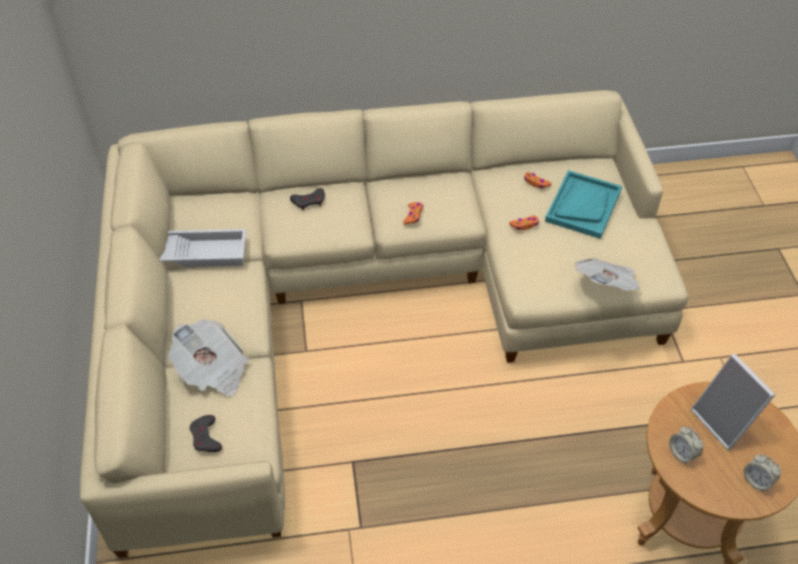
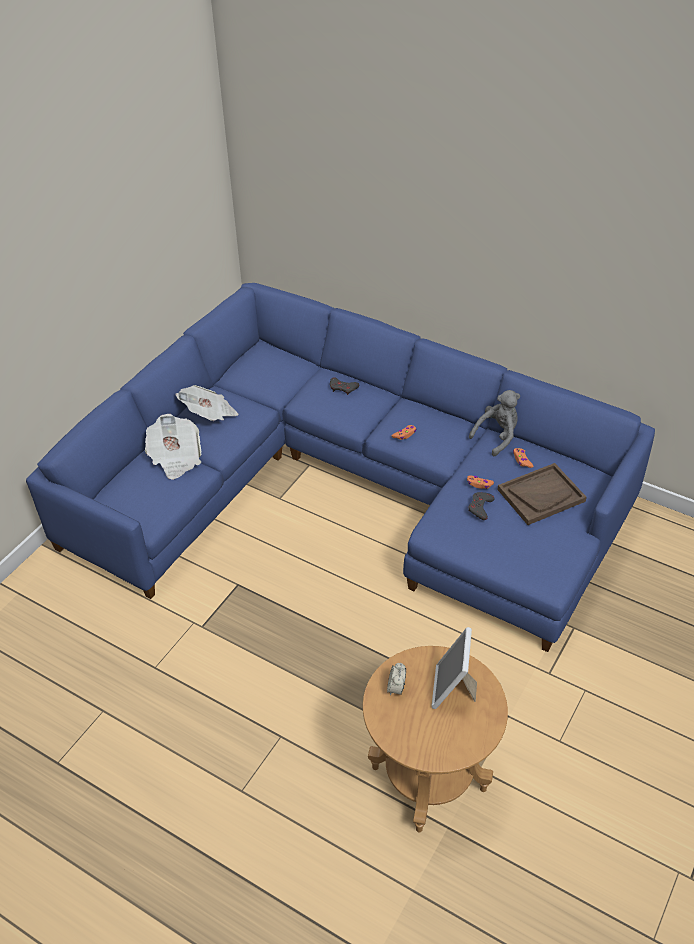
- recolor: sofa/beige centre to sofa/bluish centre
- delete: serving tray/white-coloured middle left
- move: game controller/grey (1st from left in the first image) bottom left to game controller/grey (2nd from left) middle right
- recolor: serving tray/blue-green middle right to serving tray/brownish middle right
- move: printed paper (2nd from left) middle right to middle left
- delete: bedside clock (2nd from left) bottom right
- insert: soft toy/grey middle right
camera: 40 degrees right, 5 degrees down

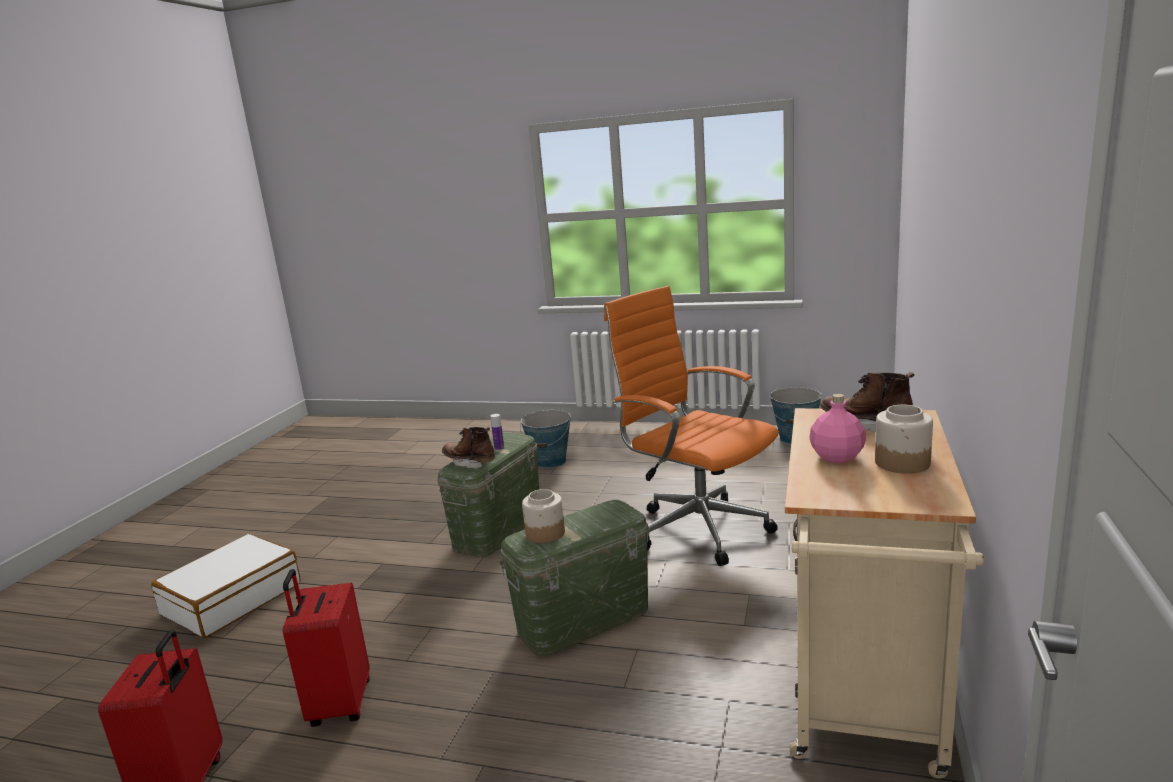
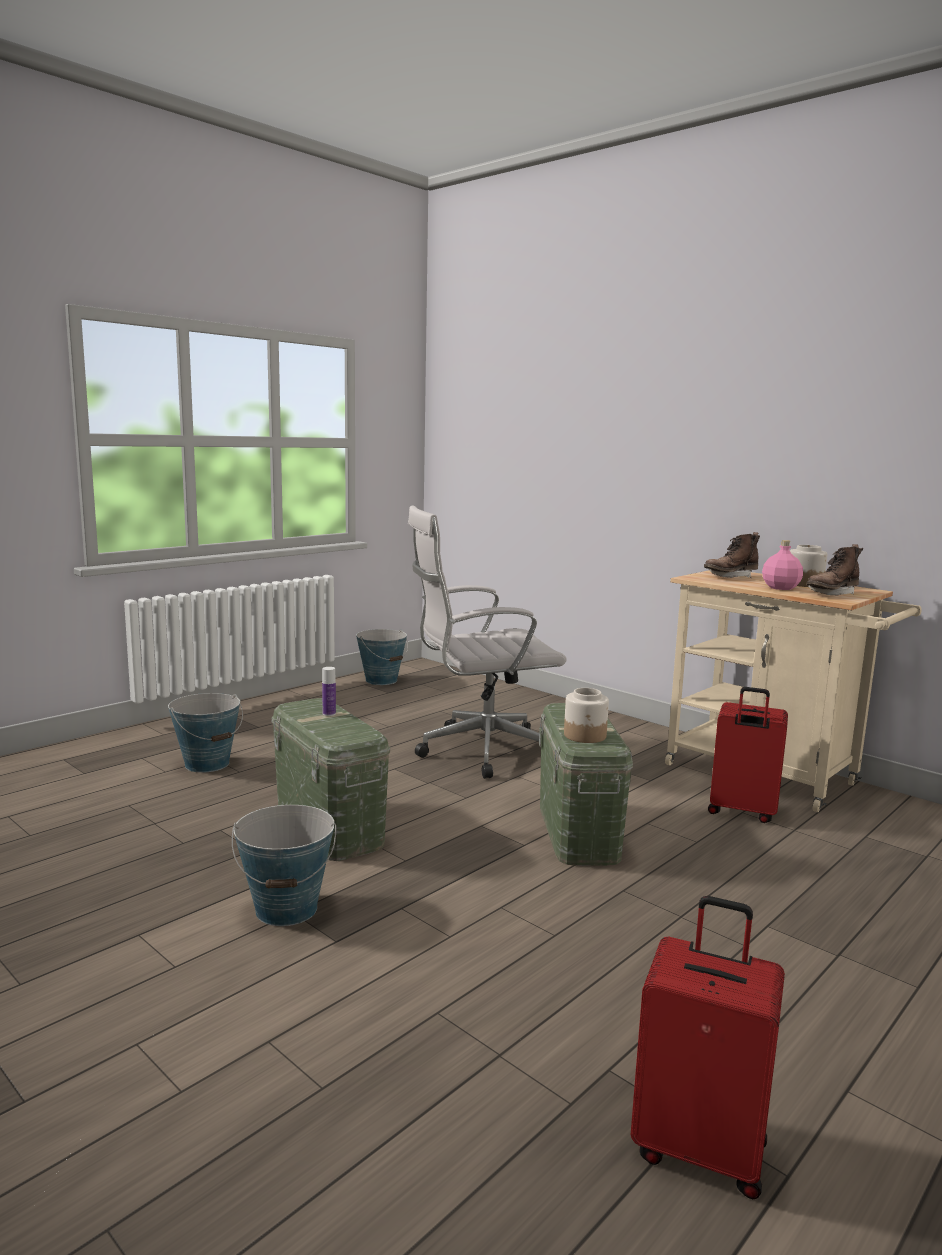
- delete: travel case/white-coloured bottom left
- move: travel case/red-coloured (2nd from left) bottom left to middle right
- move: boot/brownish (1st from left in the first image) centre to boot/brownish (2nd from left) middle right
- recolor: desk chair/orangey centre to desk chair/white-coloured centre
- insert: water bucket (2nd from left) bottom left
camera: 65 degrees left, 5 degrees down

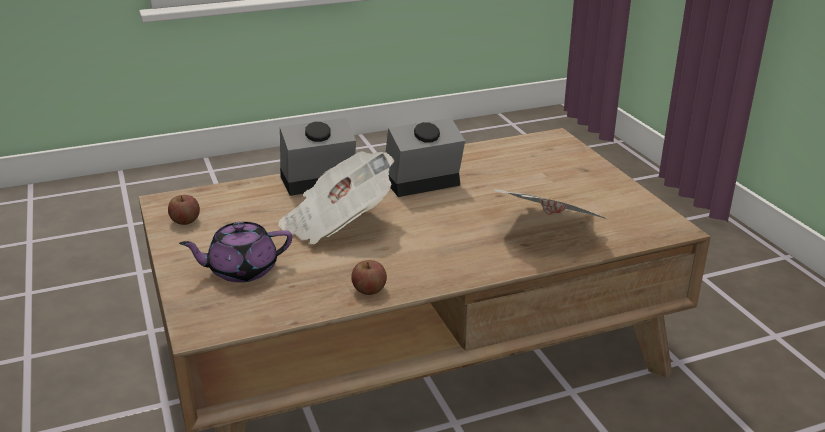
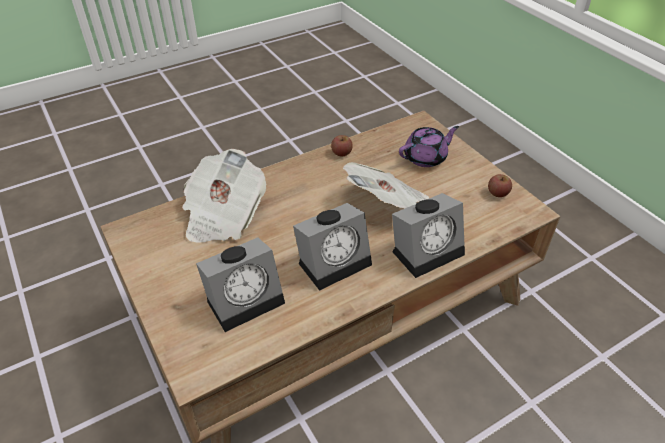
- insert: bedside clock (1st from left) centre
camera: 170 degrees right, 15 degrees up

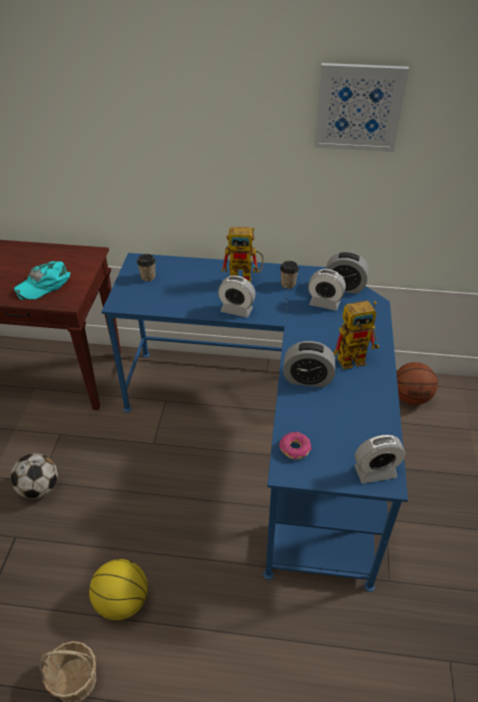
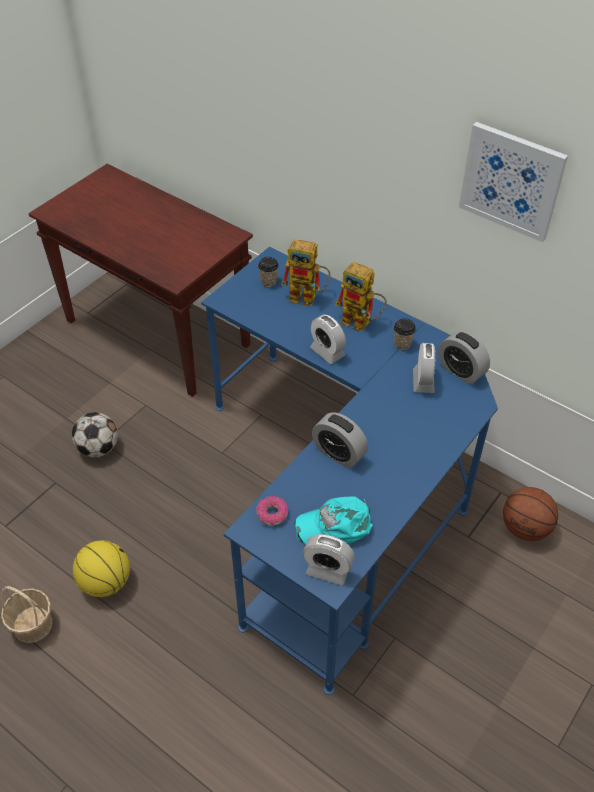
- move: cap/blue-green middle left to centre
- rotate: bedside clock (3rd from left in the first image) middle right = middle right 135 degrees counterclockwise
- move: robot figure (2nd from left in the first image) middle right to robot figure (1st from left) centre
camera: 30 degrees right, 5 degrees up

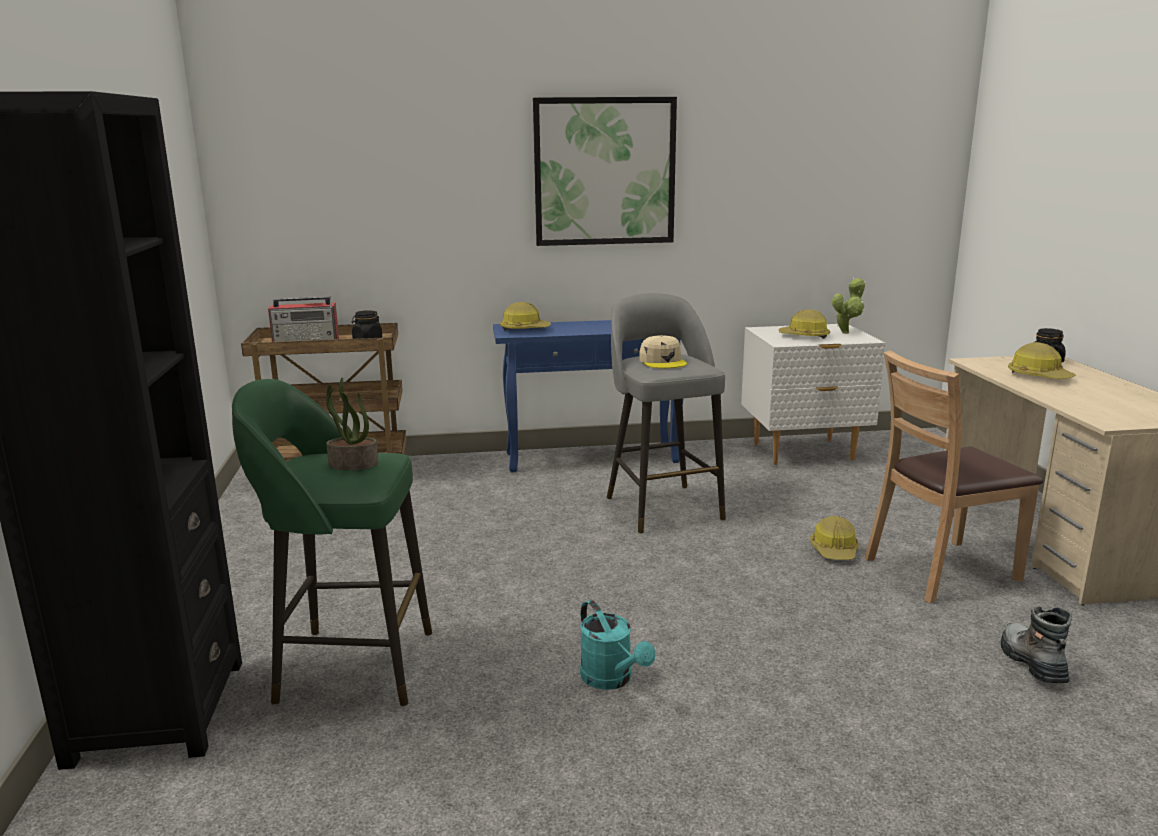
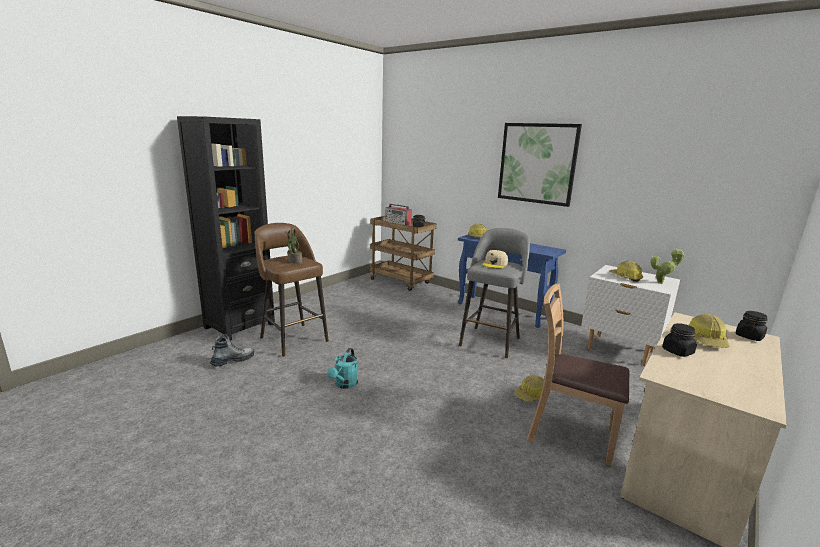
- recolor: stool seat/green middle left to stool seat/brownish centre
- move: boot bottom right to middle left
- insert: preserve jar/black (2nd from left) middle right
camera: 45 degrees right, 0 degrees up

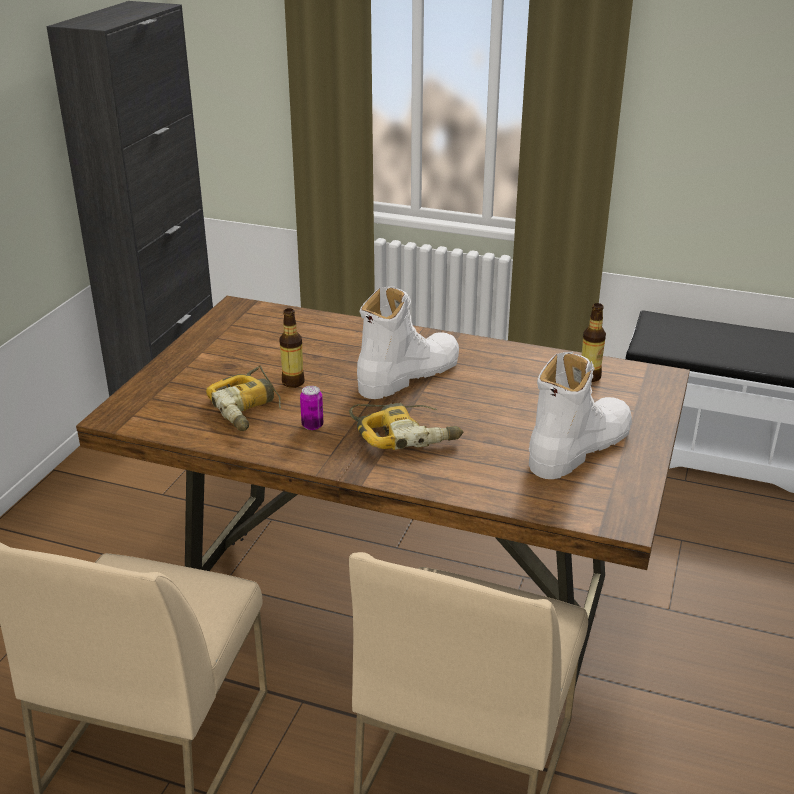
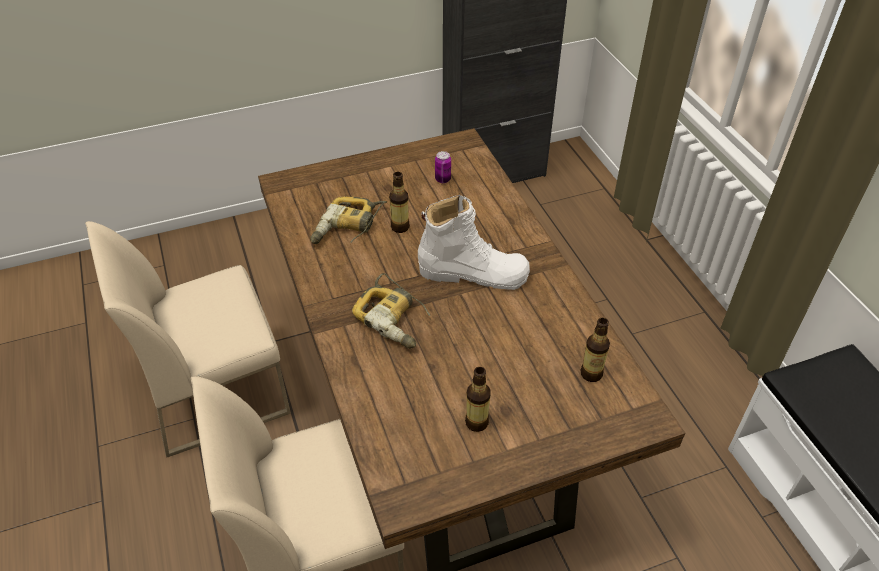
- move: can centre to top centre
- replace: boot/white-coloured (2nd from left) middle right to drink bottle (2nd from left) bottom centre
camera: 50 degrees right, 15 degrees up

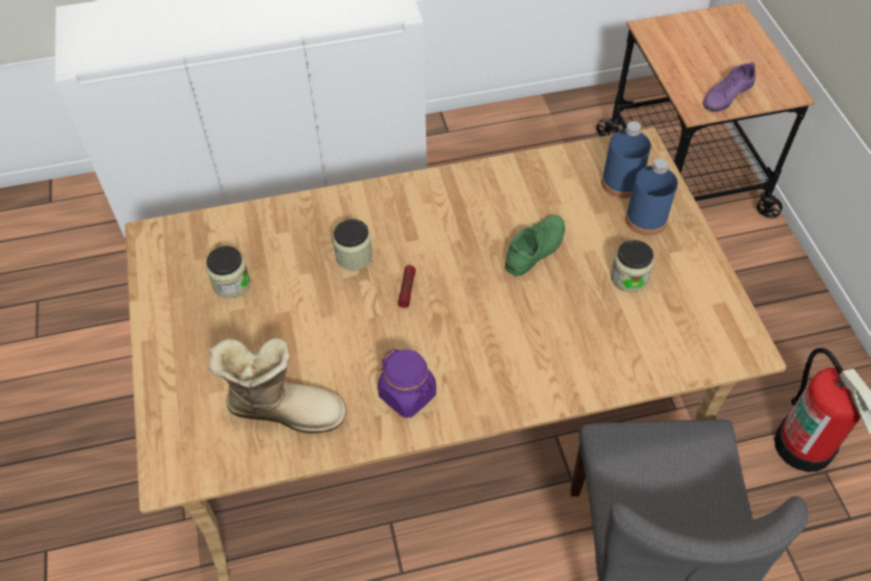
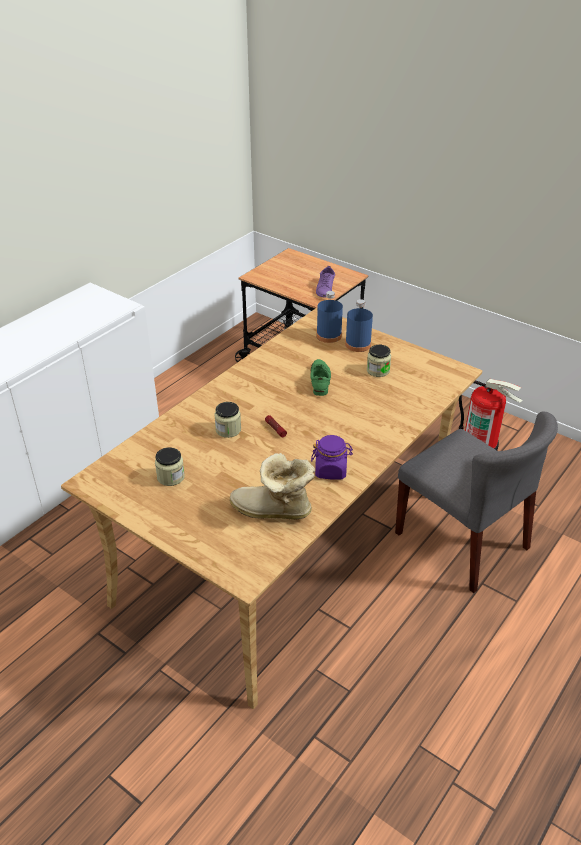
- rotate: boot middle left = centre 135 degrees counterclockwise
camera: 40 degrees left, 15 degrees down

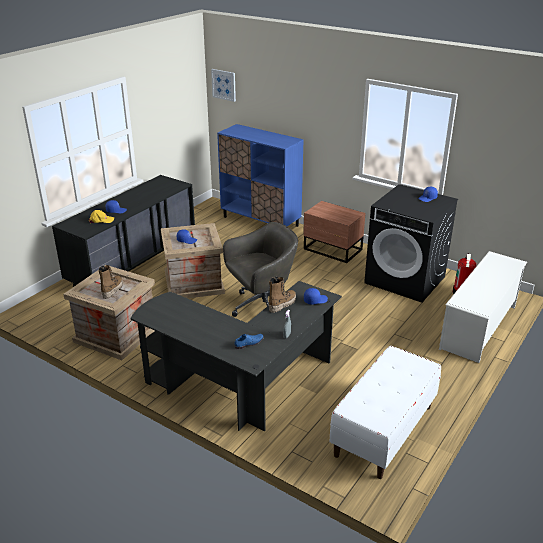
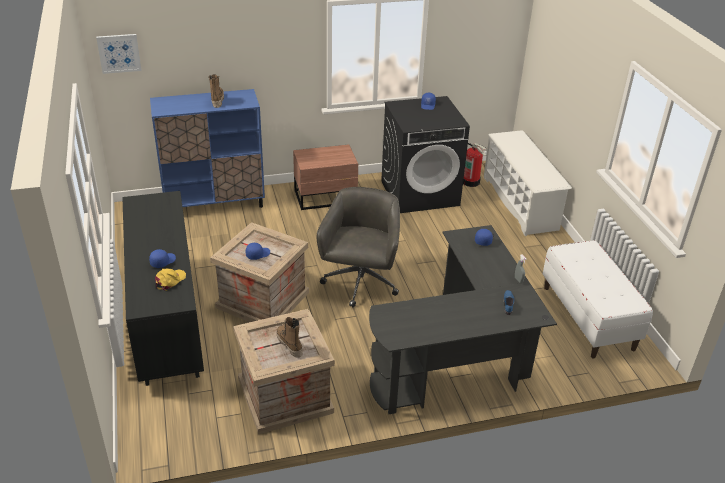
- move: boot (2nd from left in the first image) centre to boot (1st from left) top left
camera: 50 degrees left, 5 degrees up

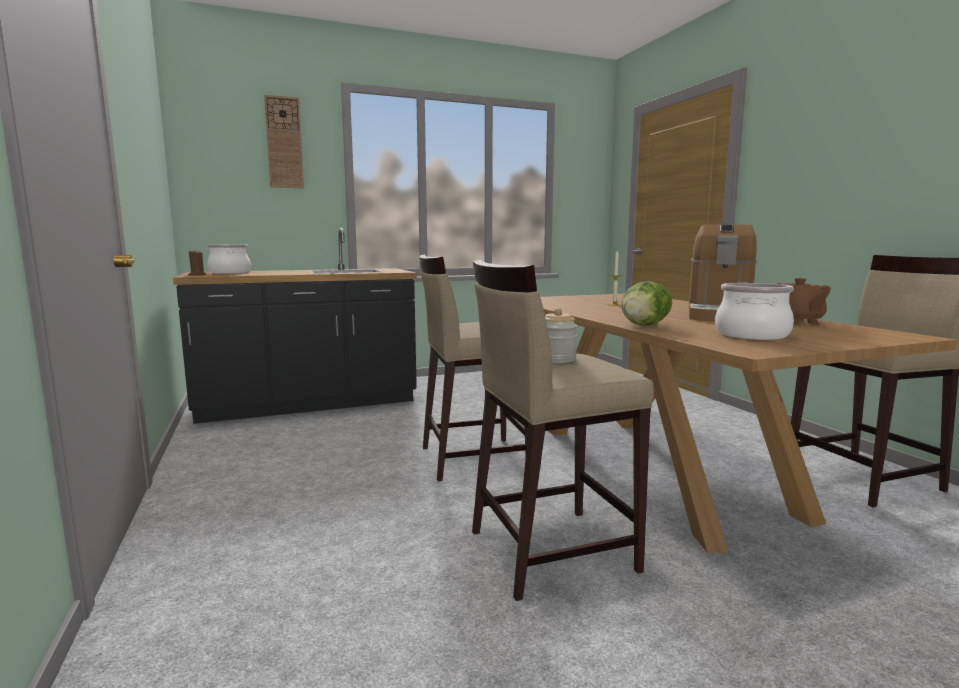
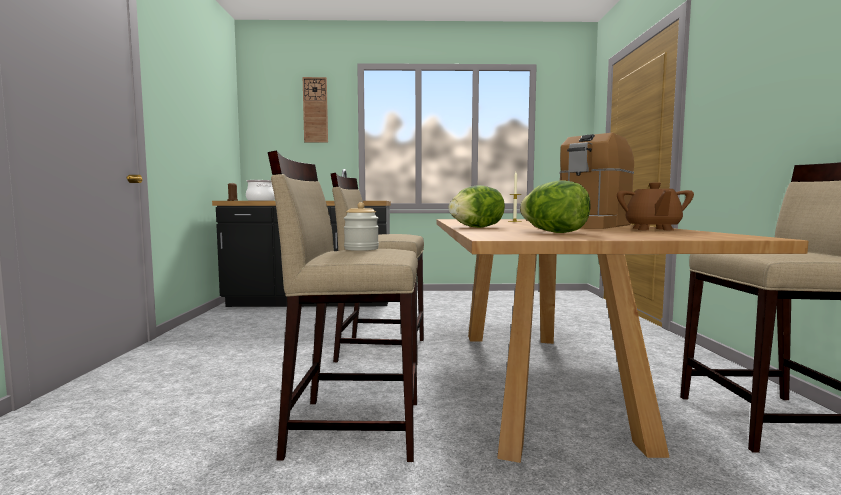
- replace: stockpot (2nd from left) middle right to lettuce head (2nd from left) centre
camera: 20 degrees right, 5 degrees down

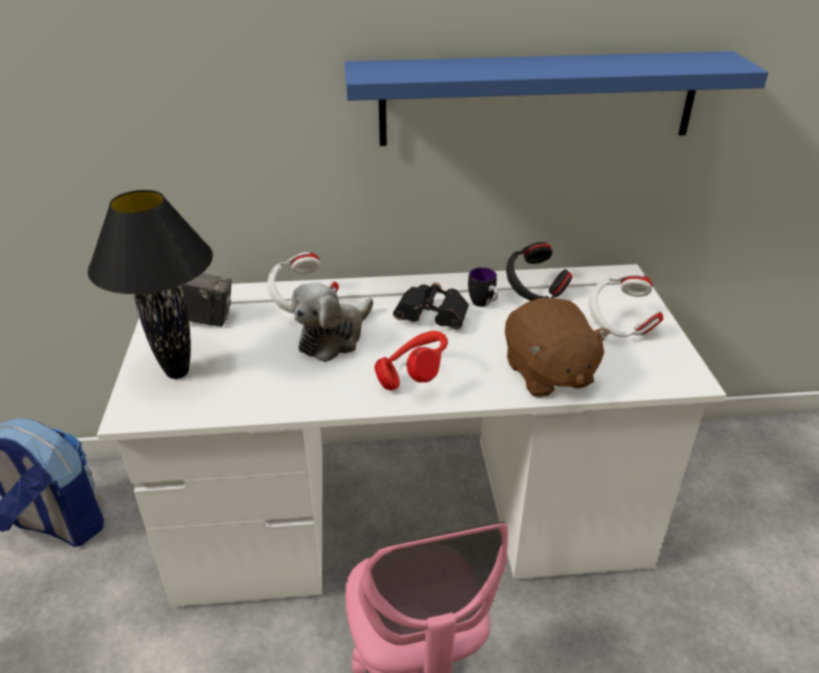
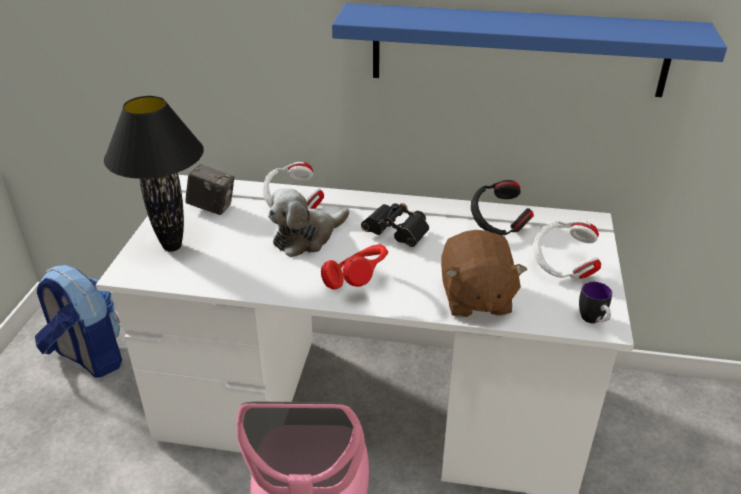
- move: tea mug centre to middle right
camera: 15 degrees right, 0 degrees up

